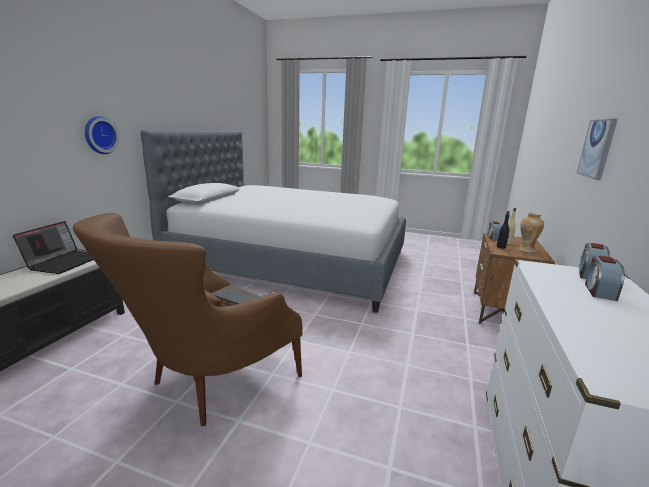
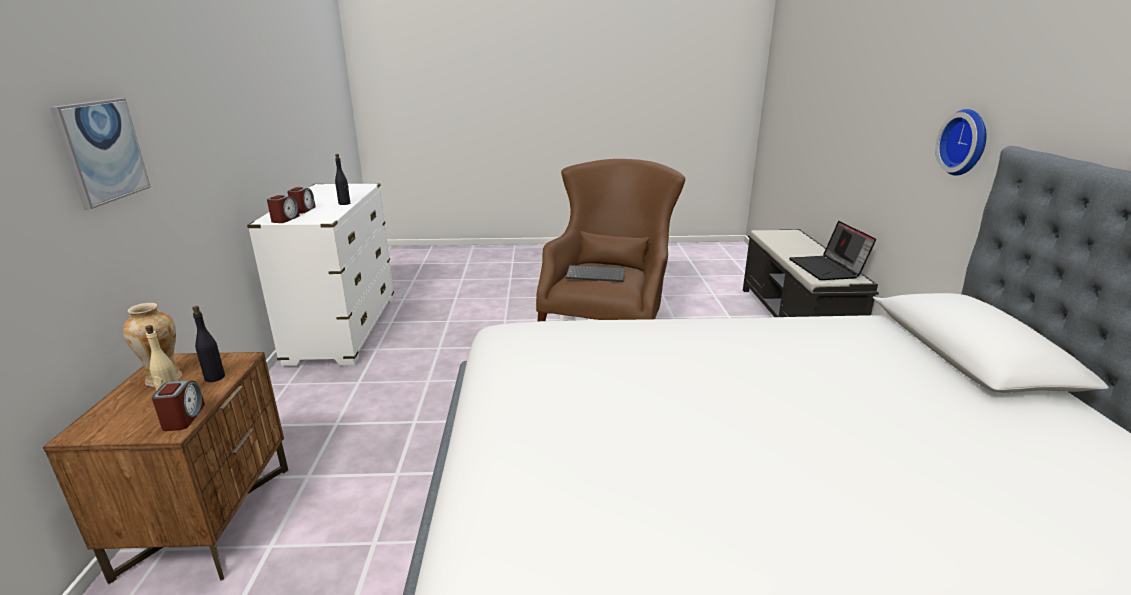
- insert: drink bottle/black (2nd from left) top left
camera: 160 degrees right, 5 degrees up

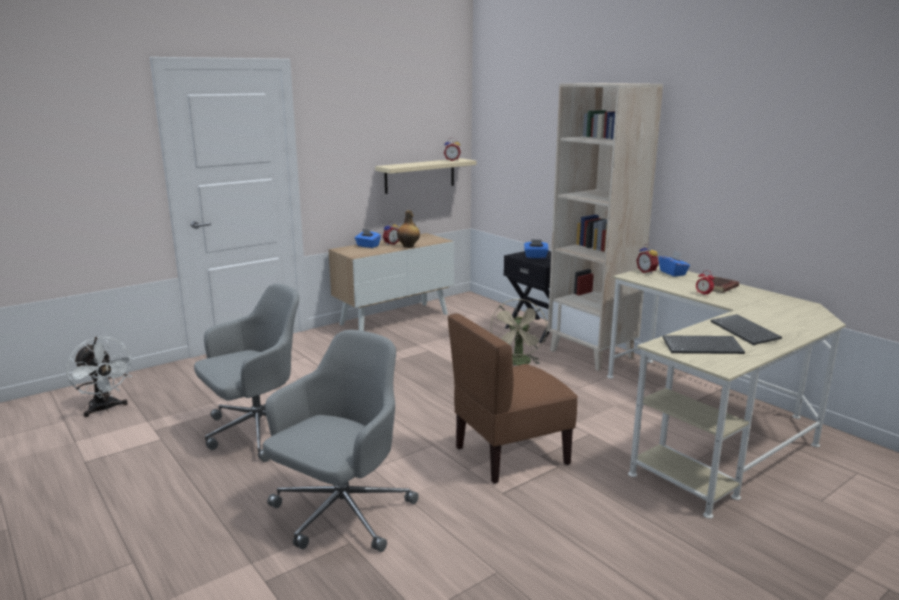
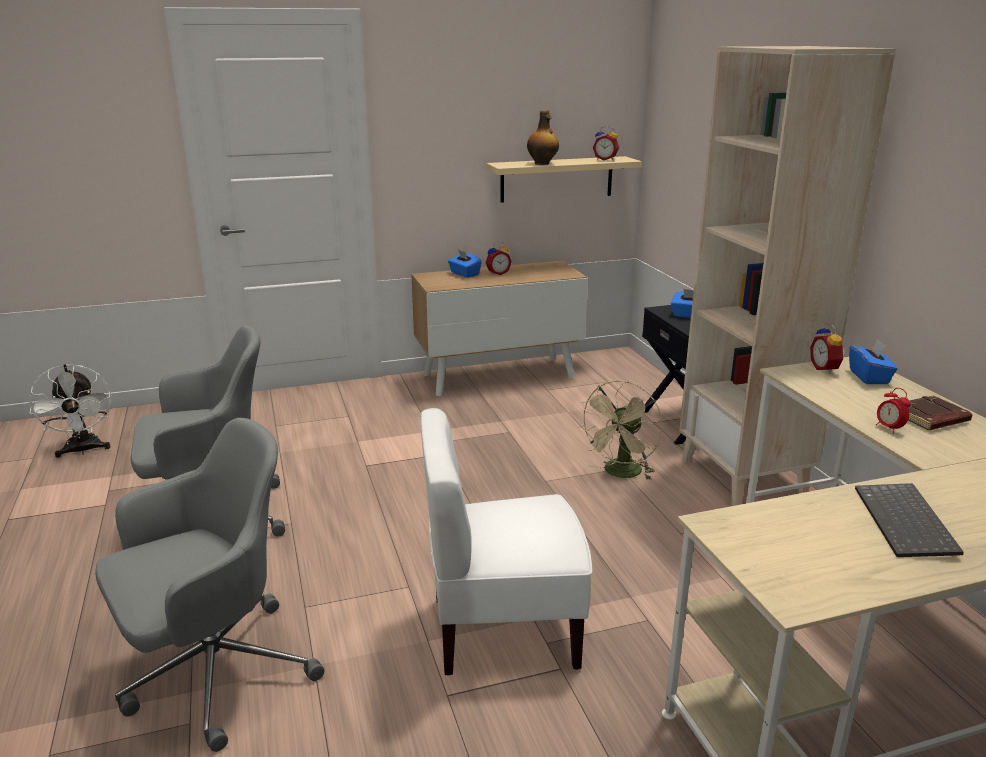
- move: drink bottle centre to top centre
- recolor: chair/brownish centre to chair/white-coloured bottom centre
- delete: computer keyboard (1st from left) middle right
camera: 20 degrees right, 5 degrees up

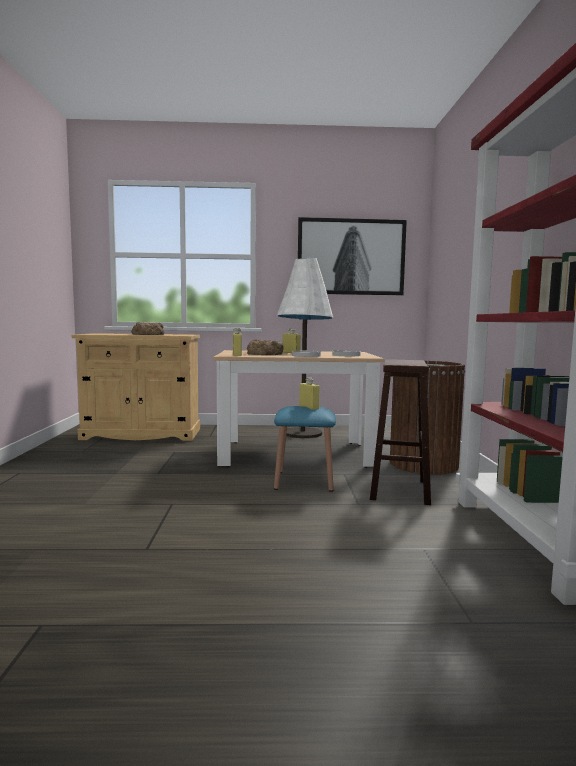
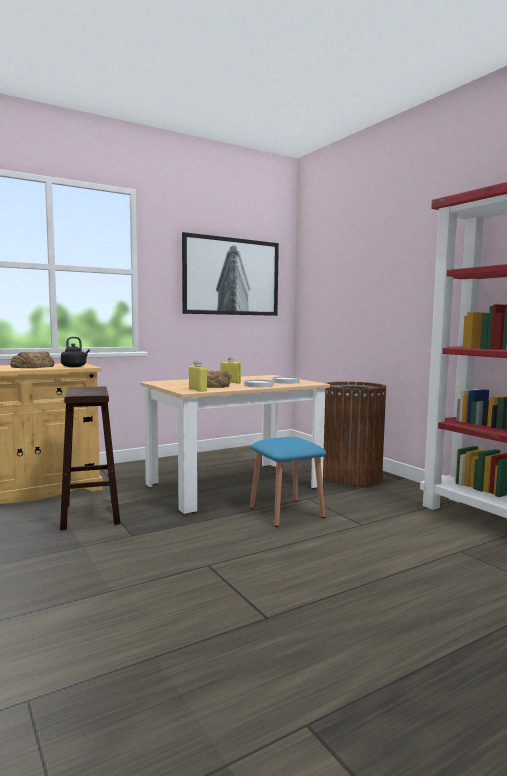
- delete: standing lamp/white-coloured centre
- delete: drink bottle/yellow-coloured (3rd from left) centre
- move: stool seat/brownish middle right to middle left
- insert: kettle/black middle left
camera: 30 degrees left, 0 degrees up

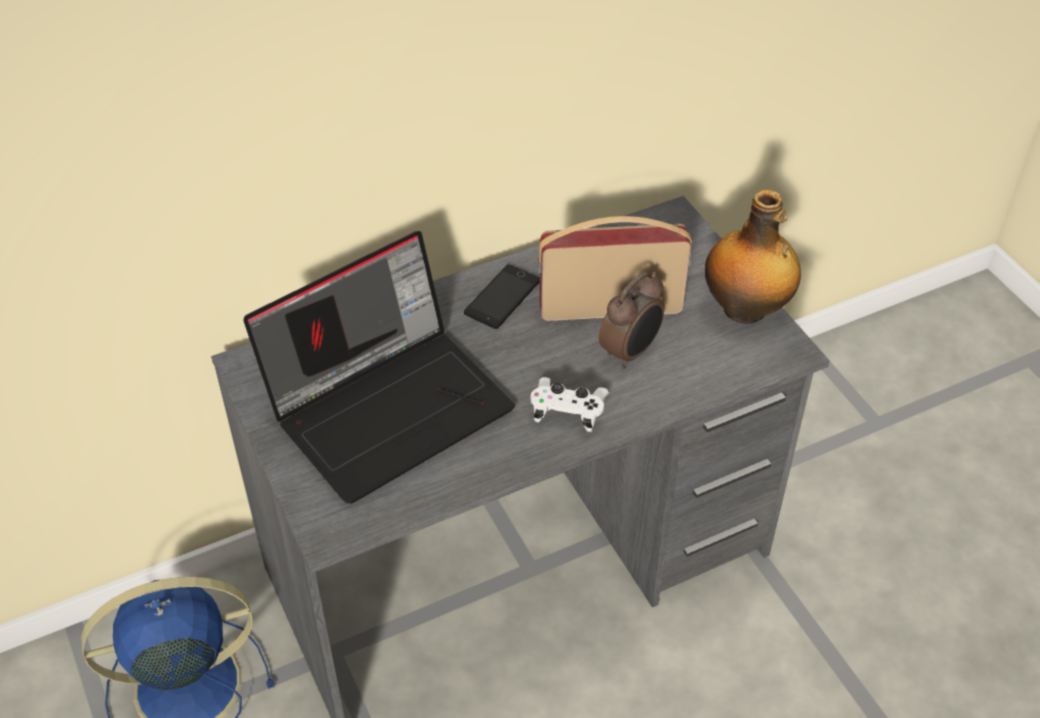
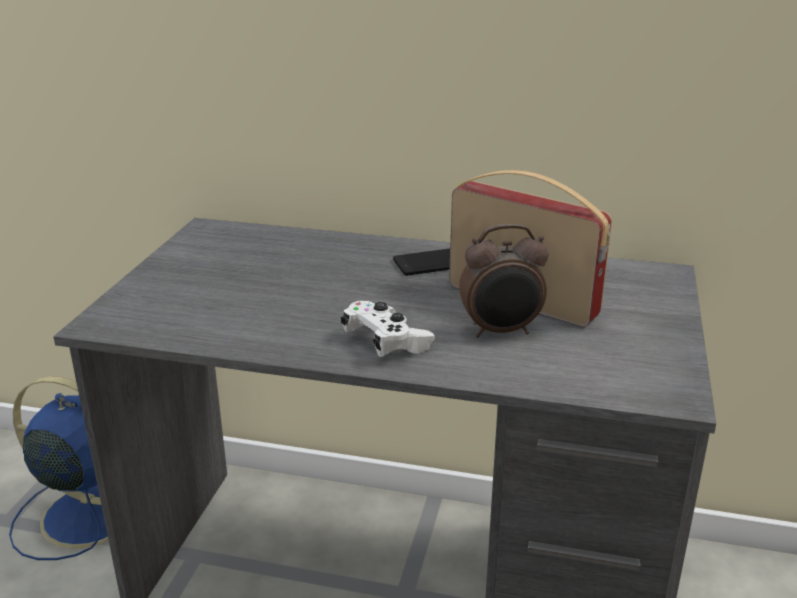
- delete: portable computer centre
- delete: drink bottle middle right
camera: 40 degrees right, 20 degrees down

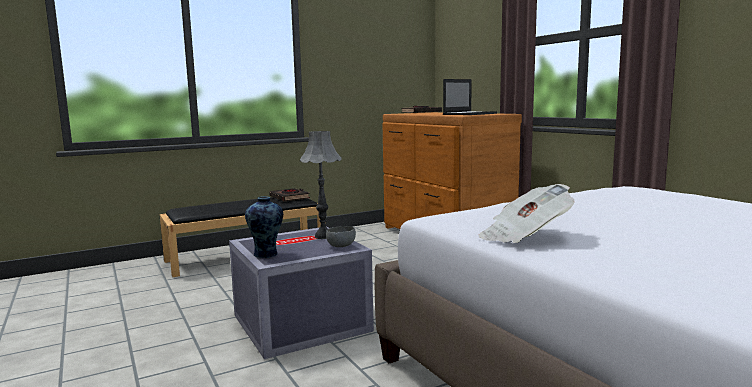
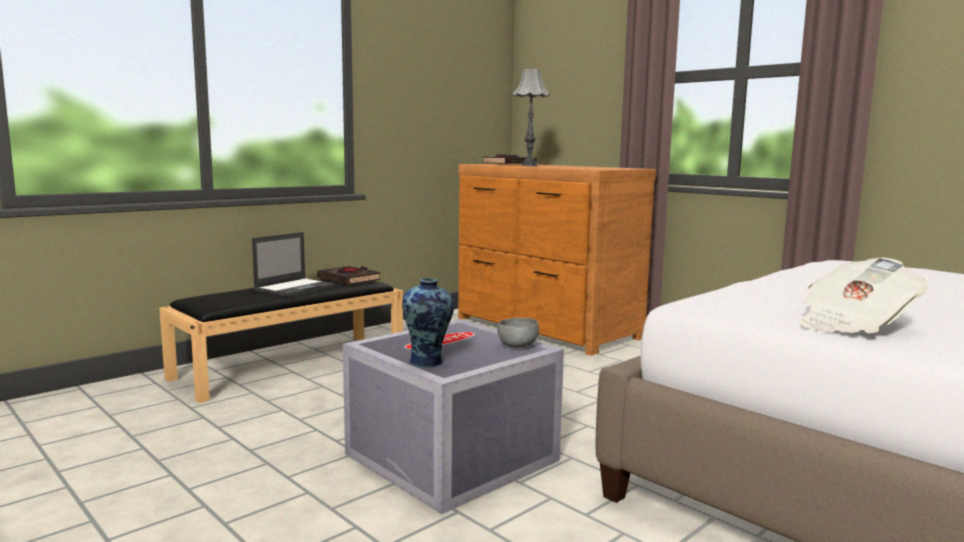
- move: tabletop lamp/grey centre to top centre
- move: portable computer top centre to middle left
camera: 15 degrees left, 0 degrees up

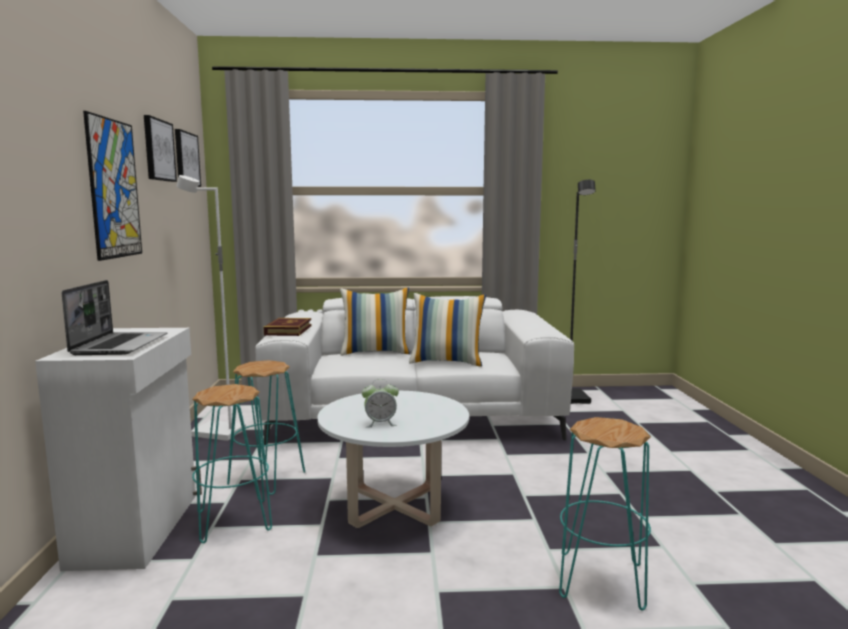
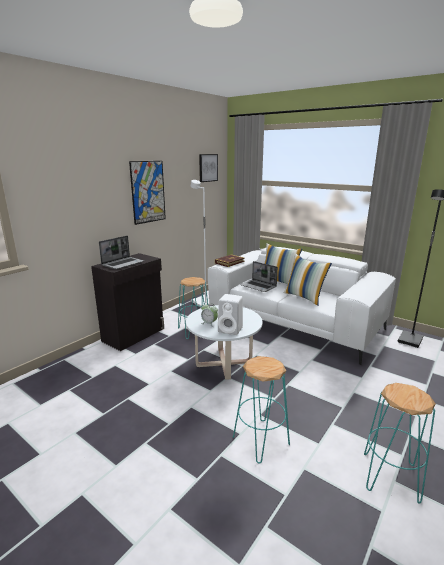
- recolor: cabinet/white-coloured bottom left to cabinet/black middle left
- delete: wall art (2nd from left) top left
- move: stool seat/blue-green (1st from left in the first image) bottom left to stool seat/blue-green (3rd from left) bottom right
- insert: loudspeaker/white-coloured centre
- insert: portable computer (2nd from left) centre
camera: 40 degrees right, 10 degrees up

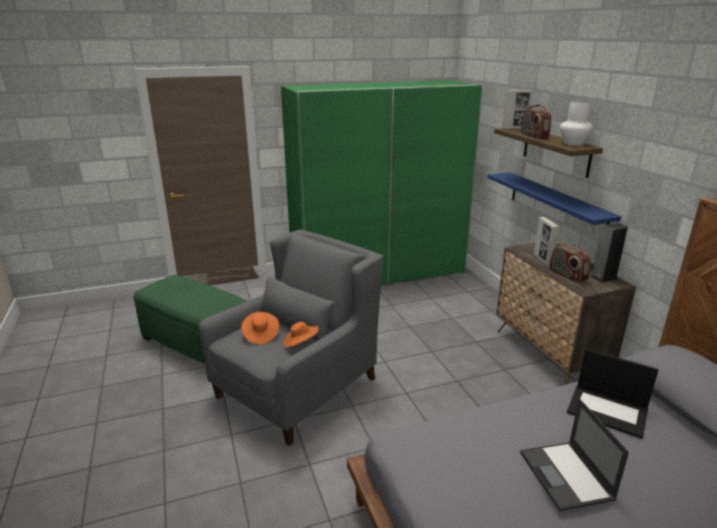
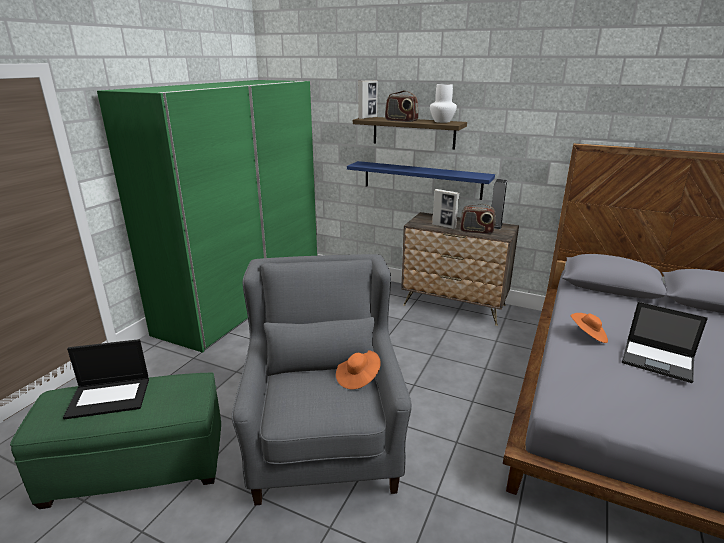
- move: hat/orangey (1st from left in the first image) centre to hat/orangey (2nd from left) middle right
- move: portable computer (2nd from left in the first image) bottom right to portable computer (1st from left) bottom left
camera: 45 degrees left, 0 degrees up

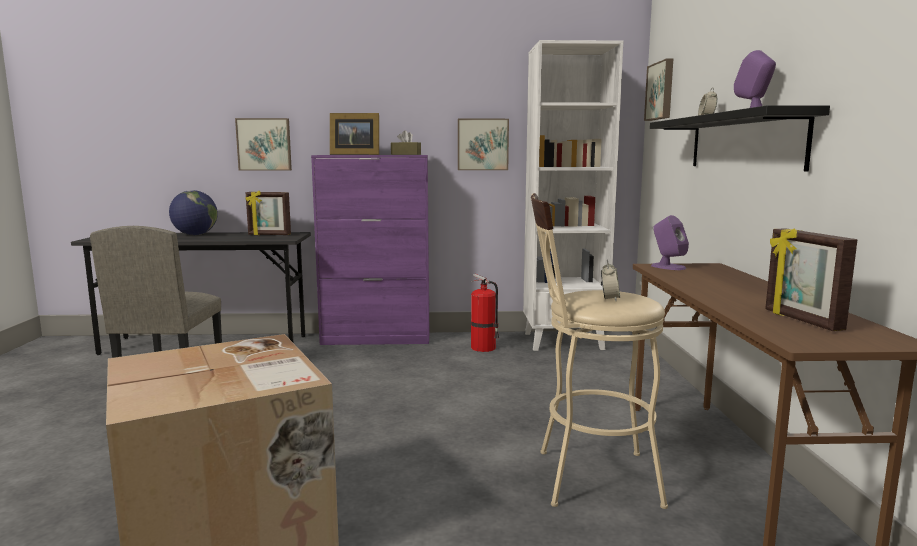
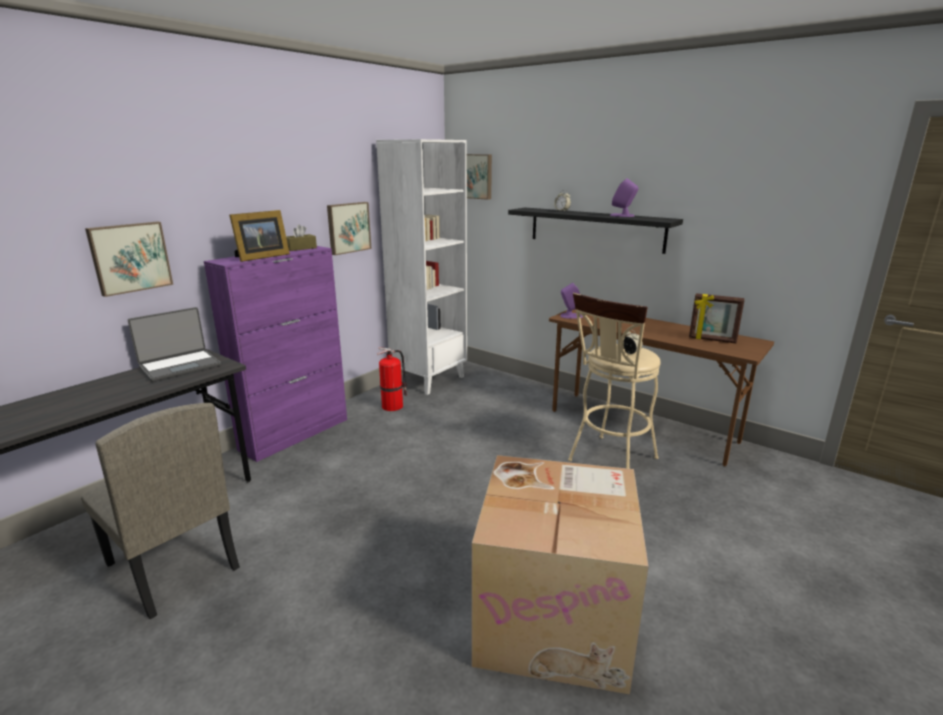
- delete: globe middle left
- replace: standing frame (1st from left) middle left to portable computer middle left
camera: 50 degrees left, 10 degrees up

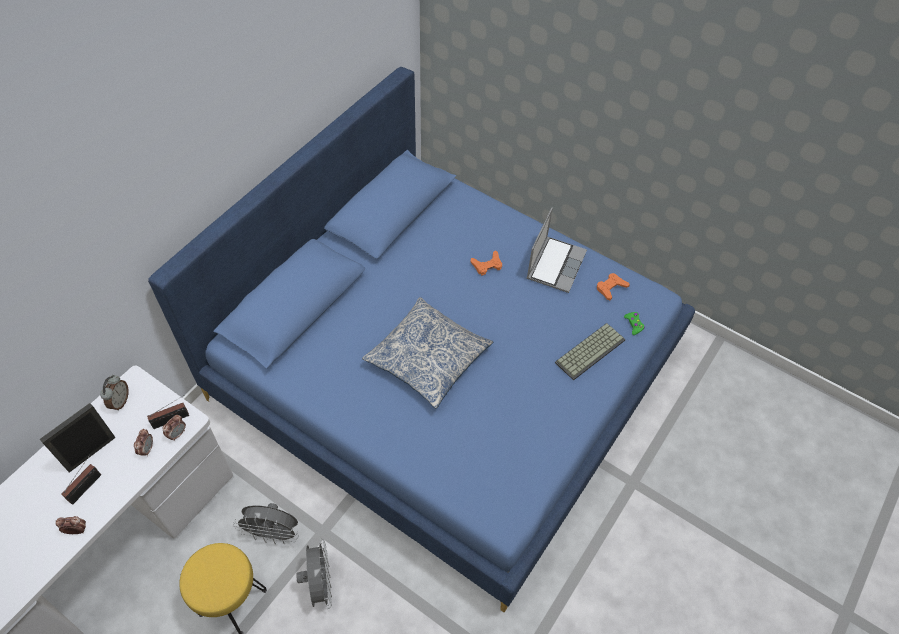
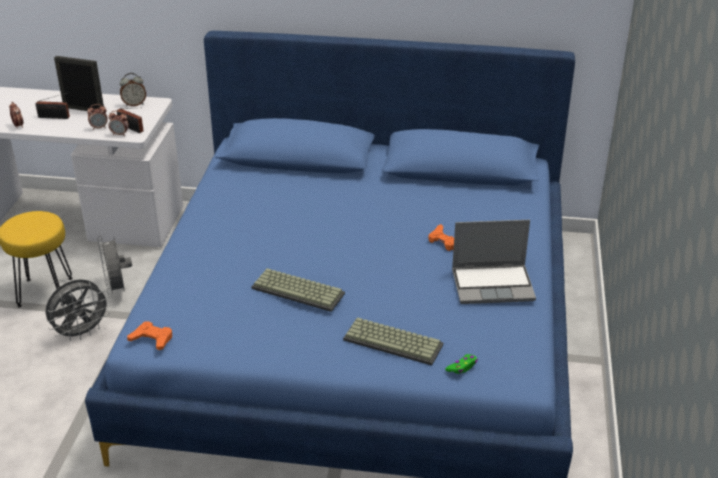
- delete: cushion centre
- move: game controller/orangey (2nd from left in the first image) middle right to game controller/orangey (1st from left) bottom left
- insert: computer keyboard (1st from left) centre
camera: 65 degrees right, 20 degrees down

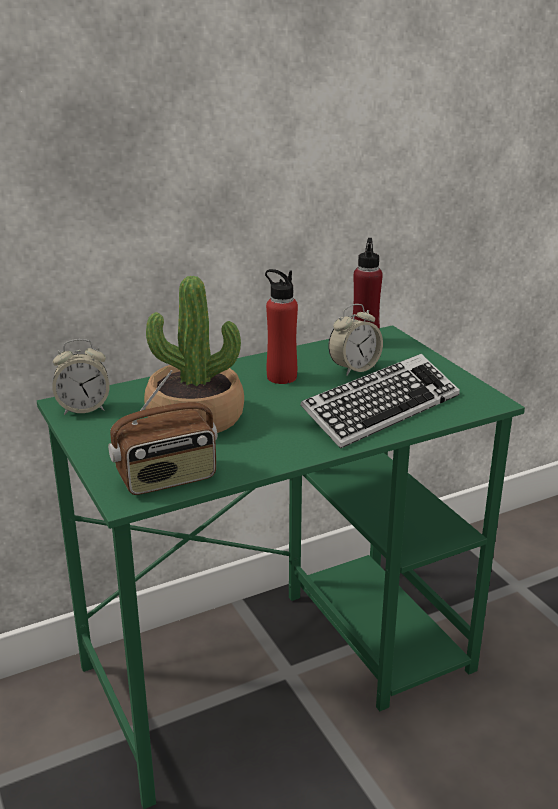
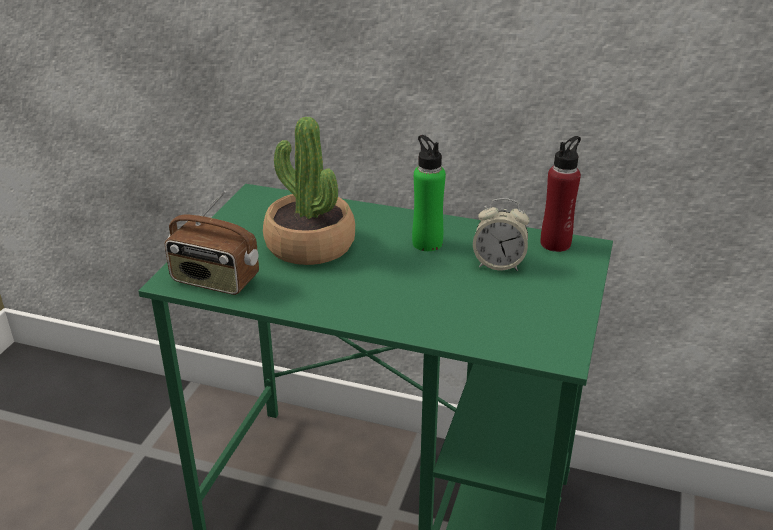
- delete: bedside clock (1st from left) middle left
- recolor: drink bottle/red-coloured (1st from left) centre to drink bottle/green centre
- delete: computer keyboard middle right
camera: 45 degrees right, 5 degrees up

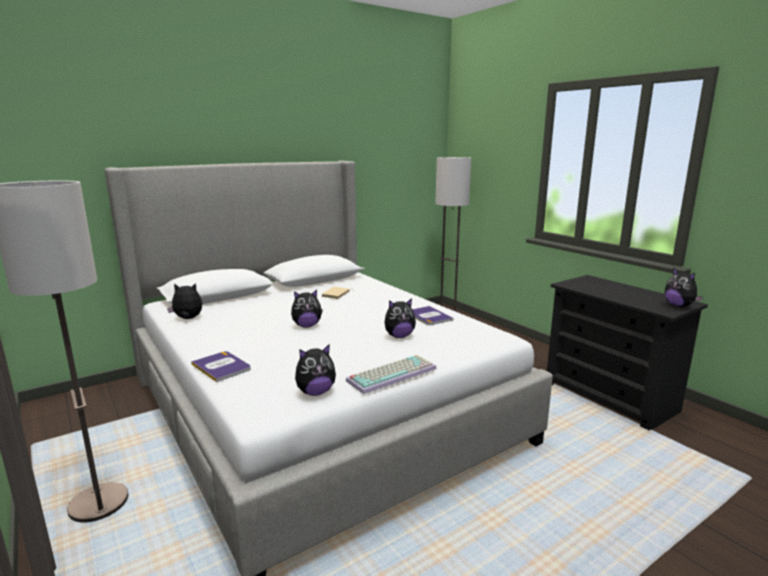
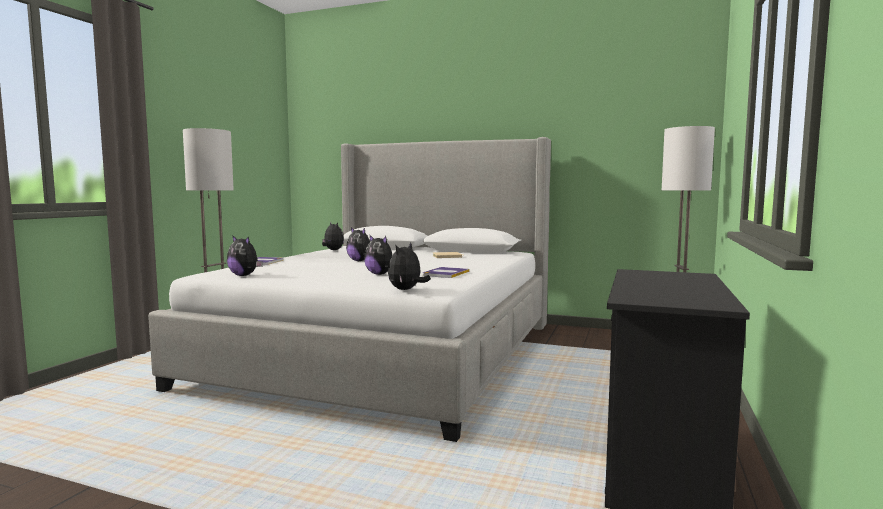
- delete: computer keyboard centre
- move: soft toy (5th from left) middle right to centre
camera: 55 degrees right, 10 degrees down

